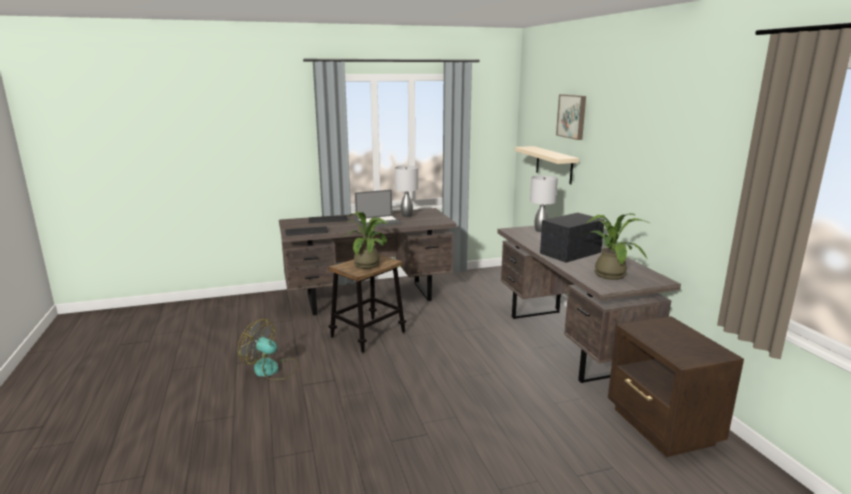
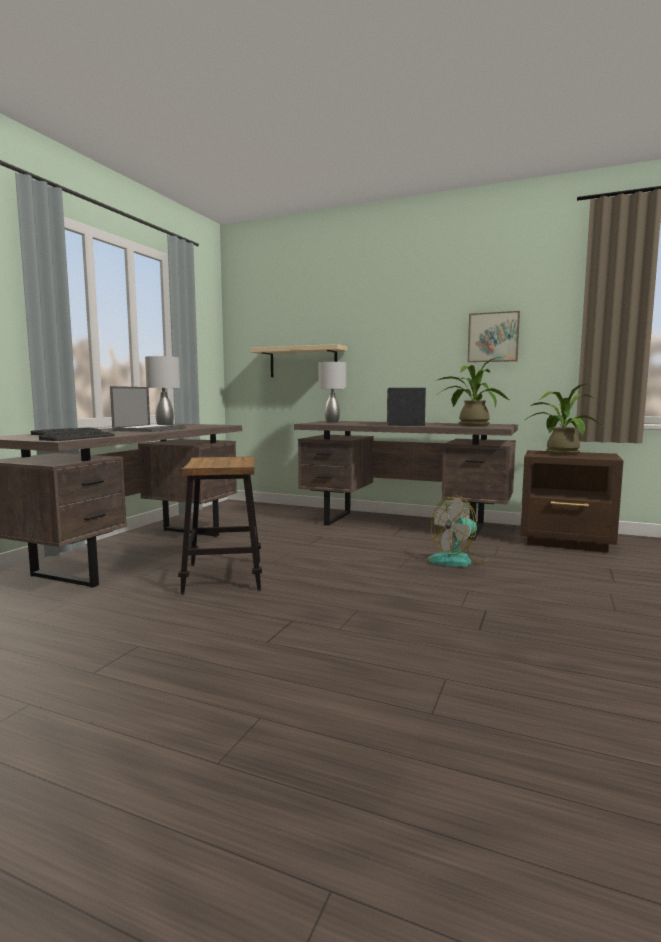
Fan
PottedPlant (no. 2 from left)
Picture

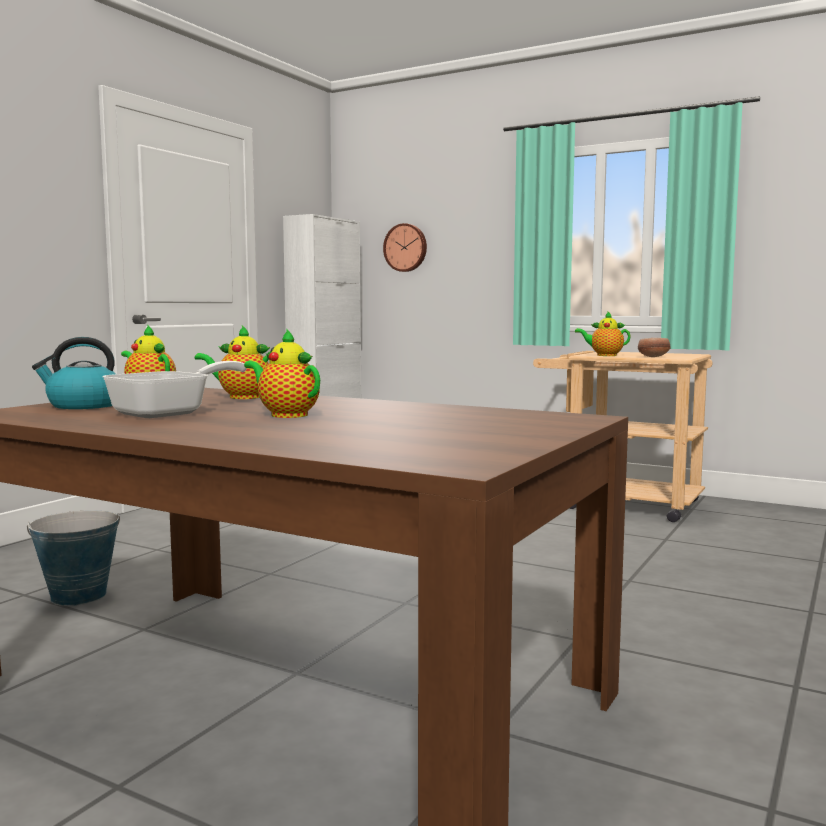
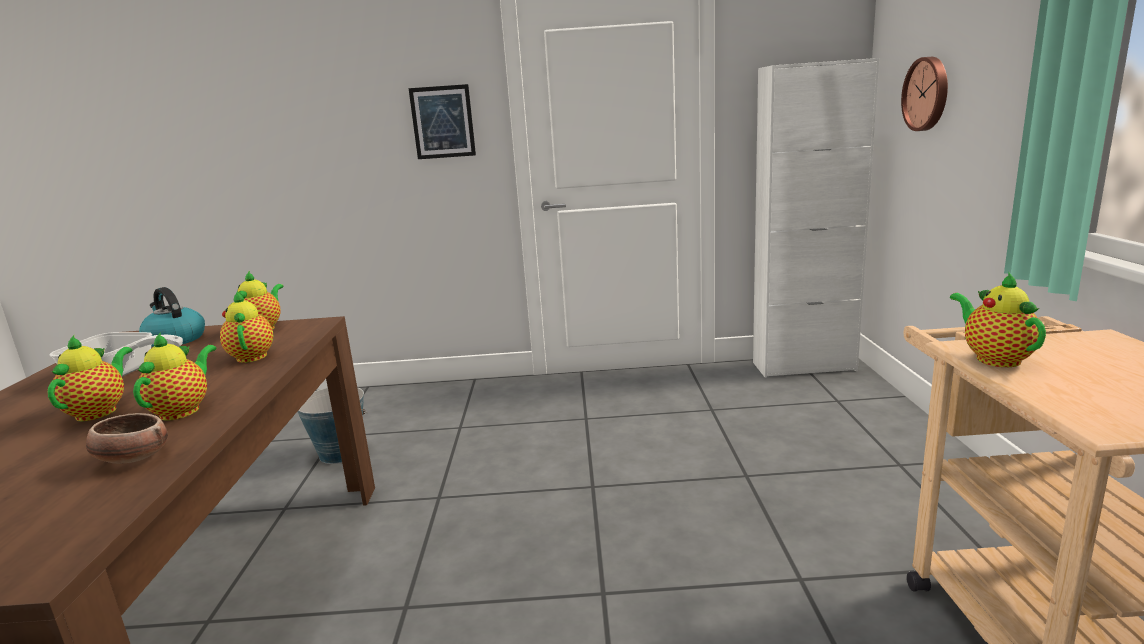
Teapot (no. 2 from left)
Picture
Bowl

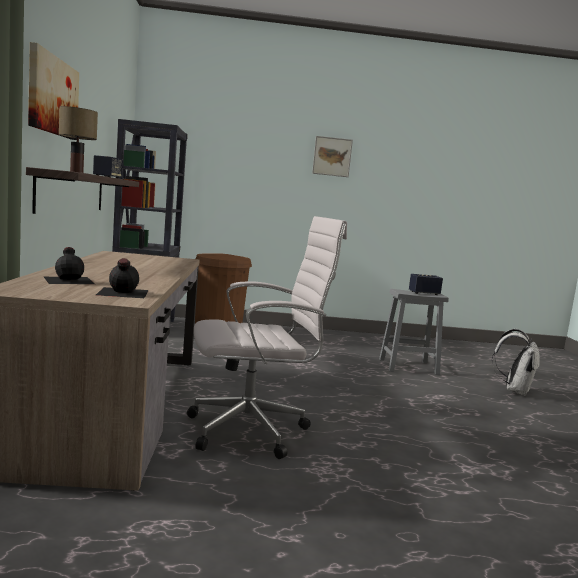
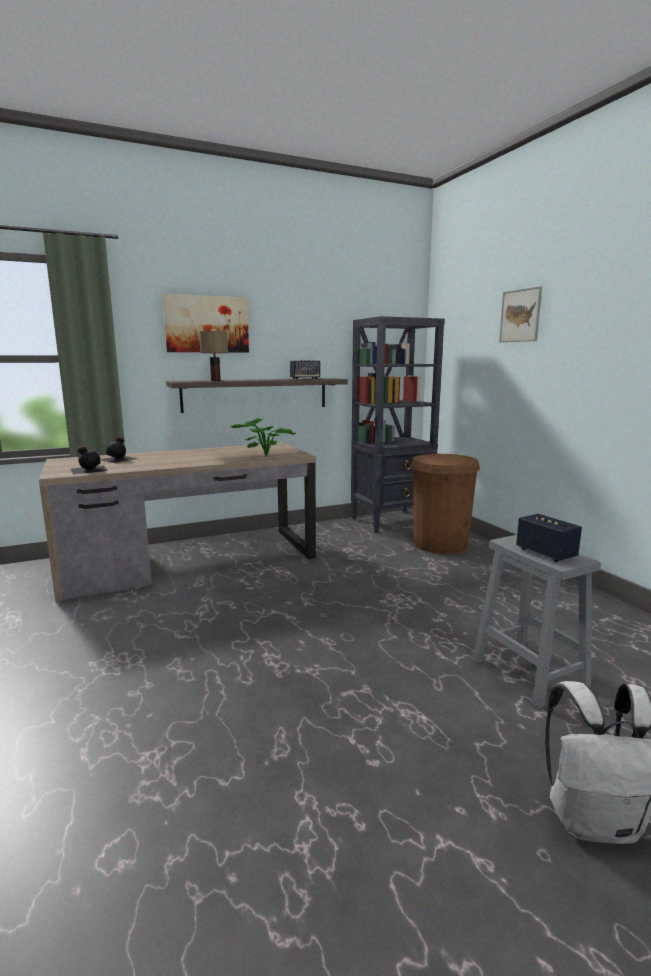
WhiteOfficeChair
PottedPlant
Picture (no. 2 from left)

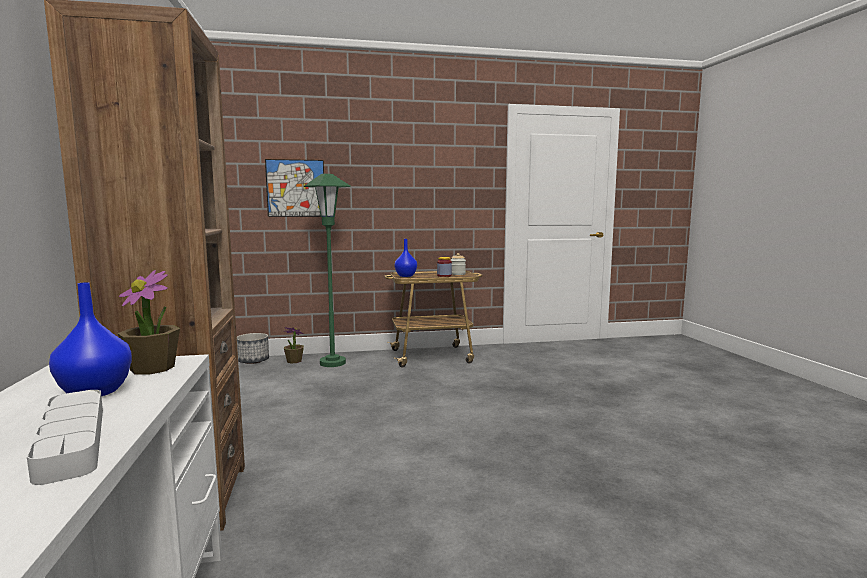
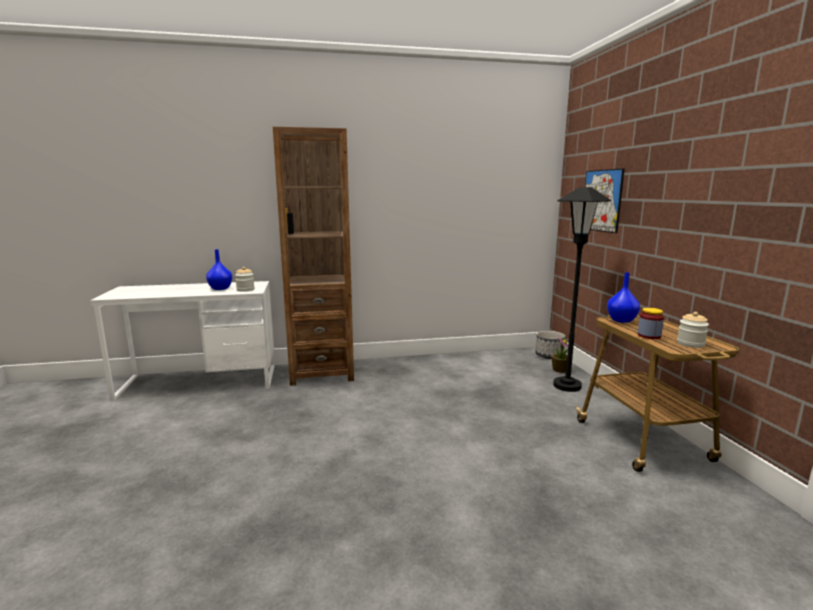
GreyTray
Jar (no. 1 from left)
BlackFloorLamp

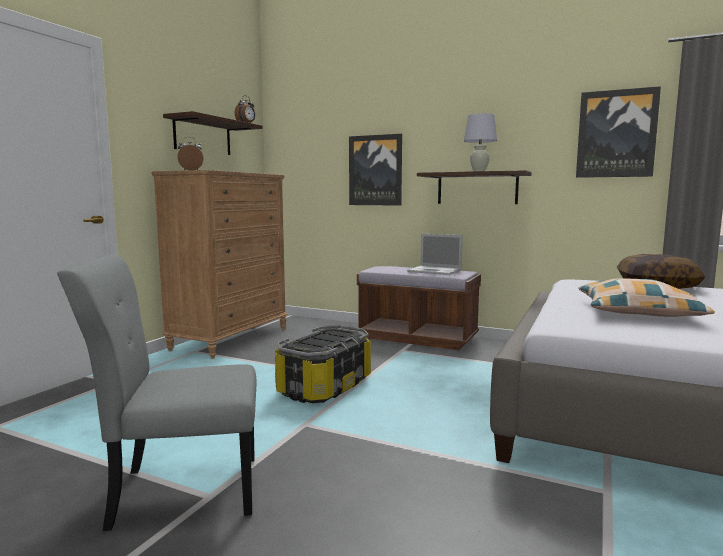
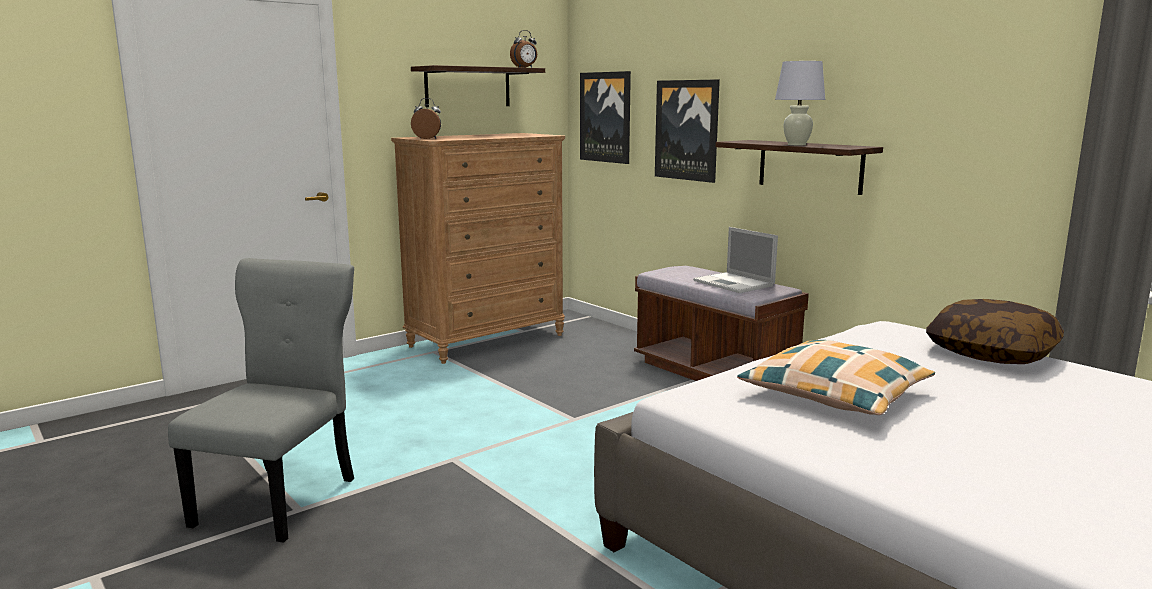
StorageBox
Picture (no. 1 from left)
GreyChair

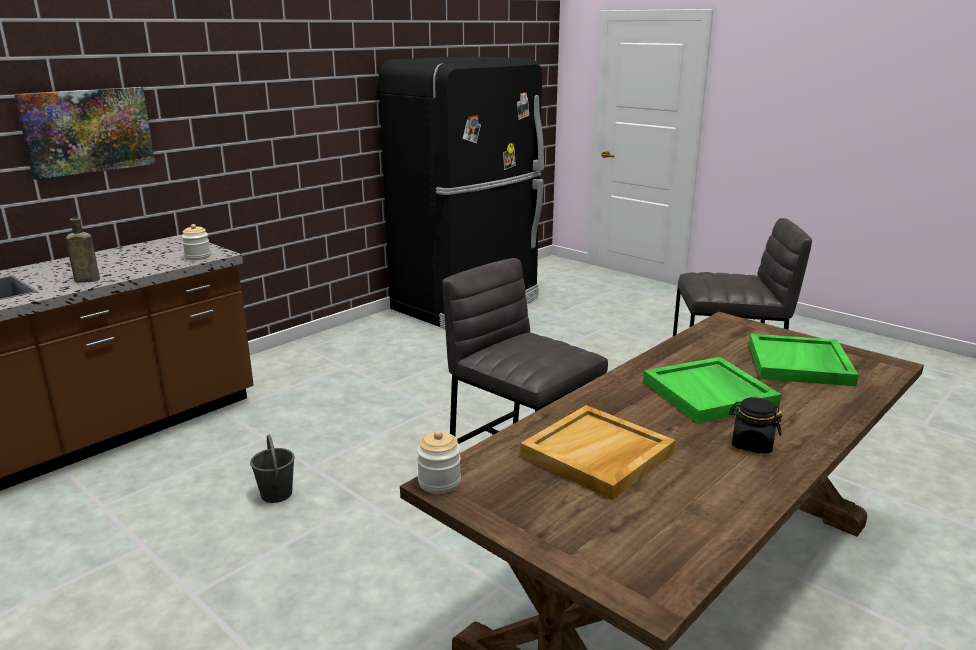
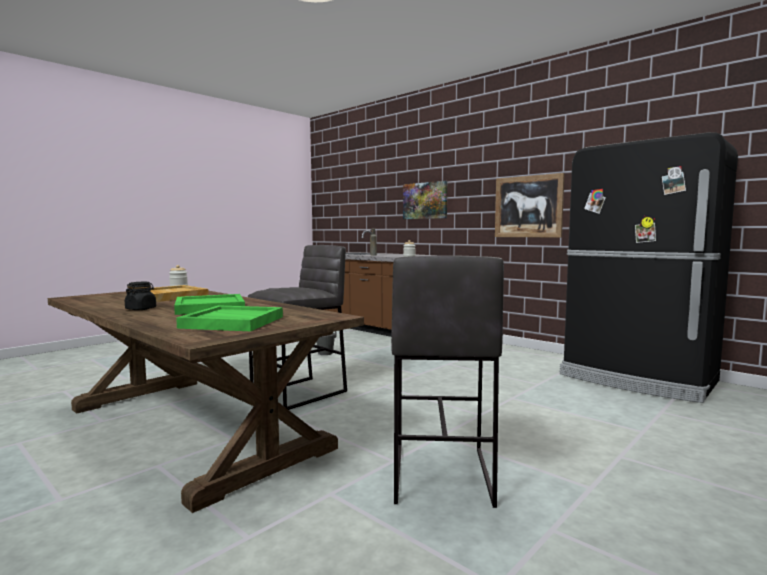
Picture (no. 2 from left)

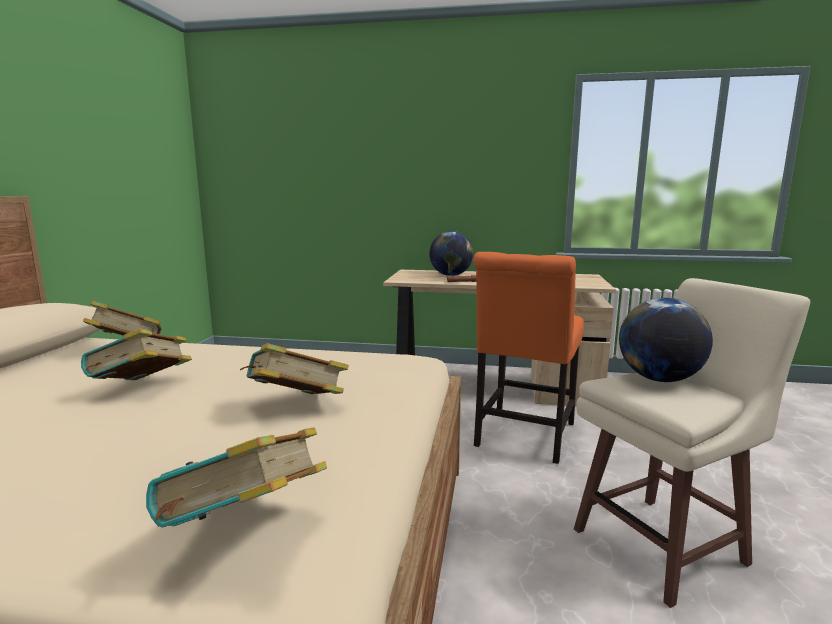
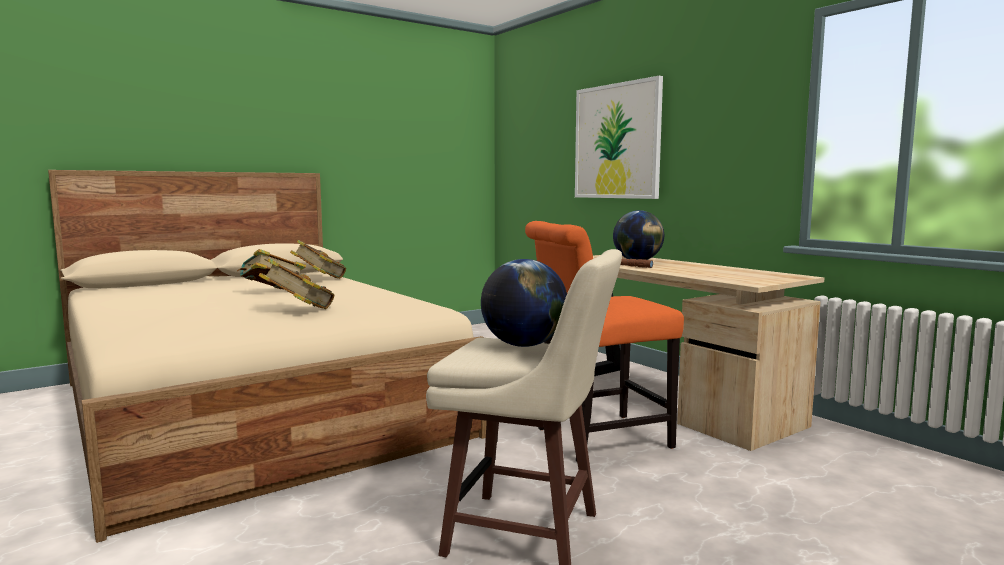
Book (no. 3 from left in the first image)
Picture

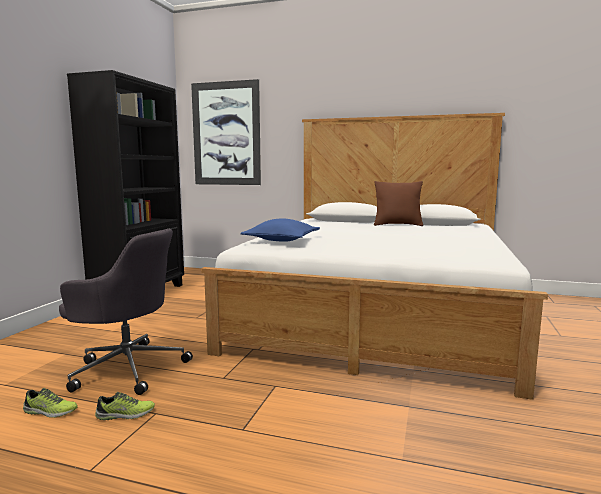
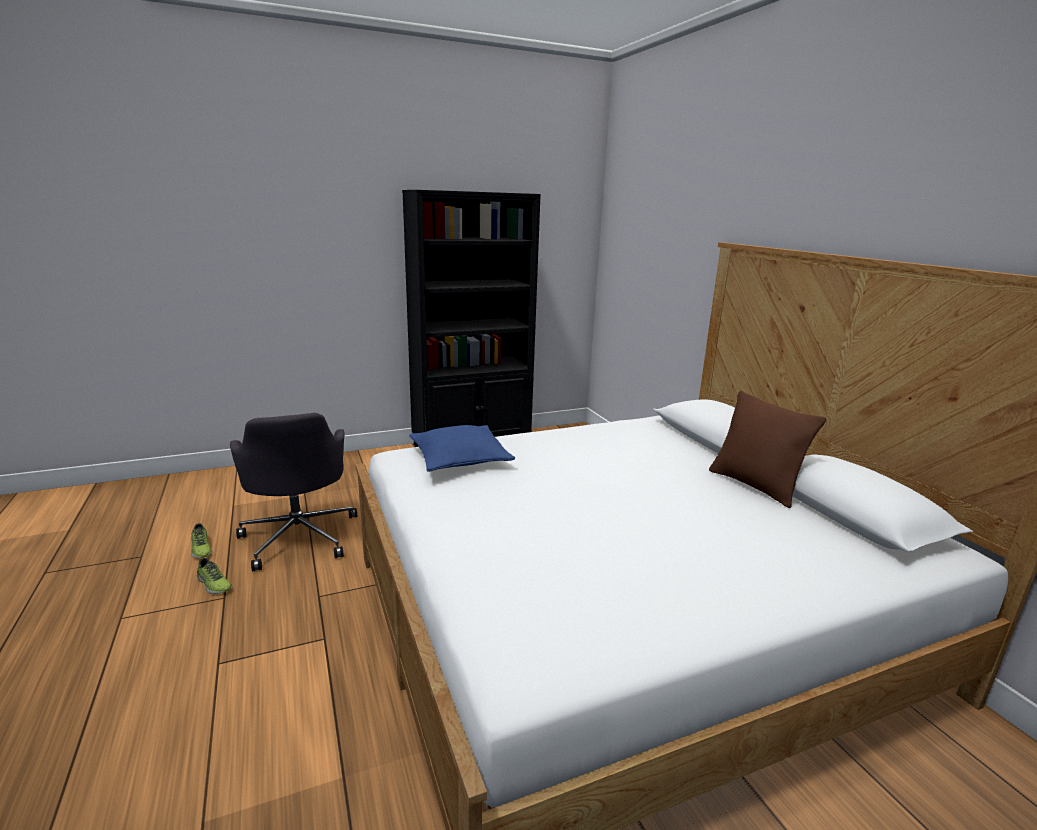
Picture

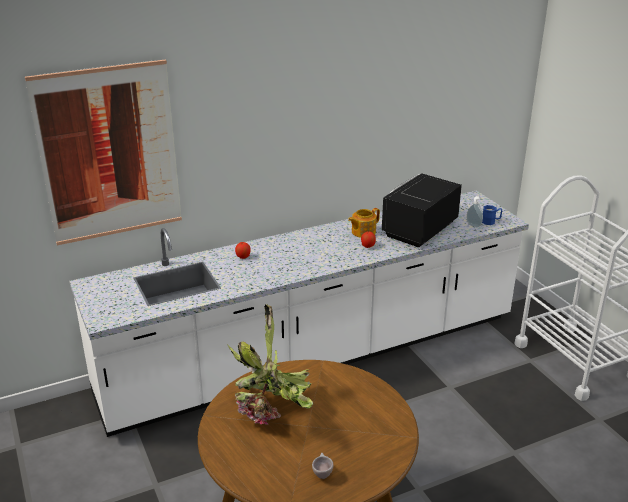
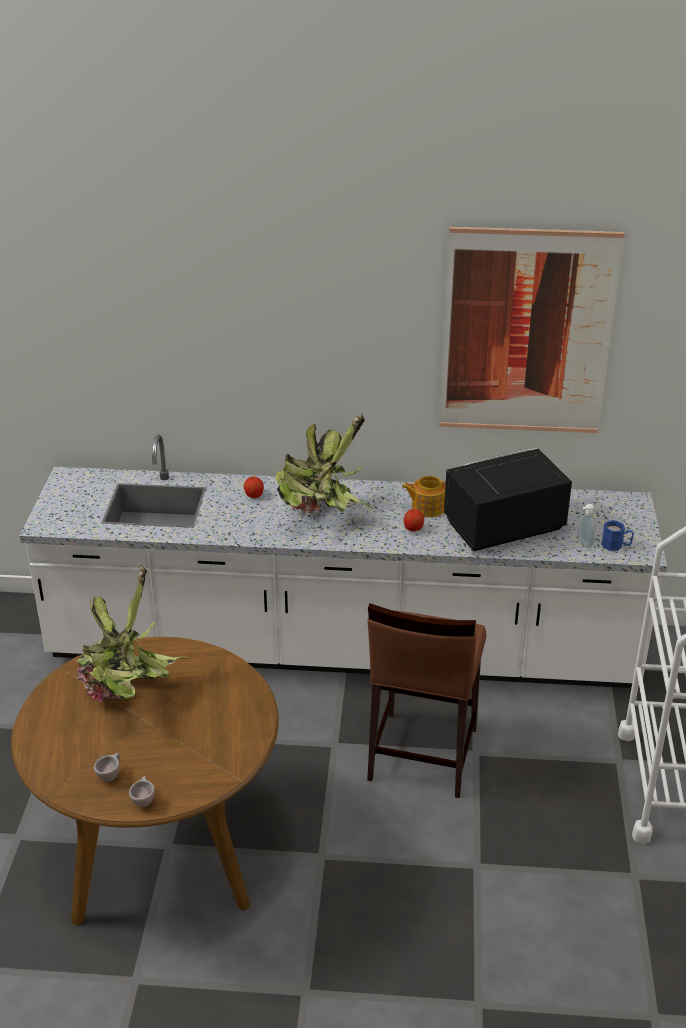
BeigeCup (no. 2 from left)
PottedPlant (no. 2 from left)
BrownStool
Picture

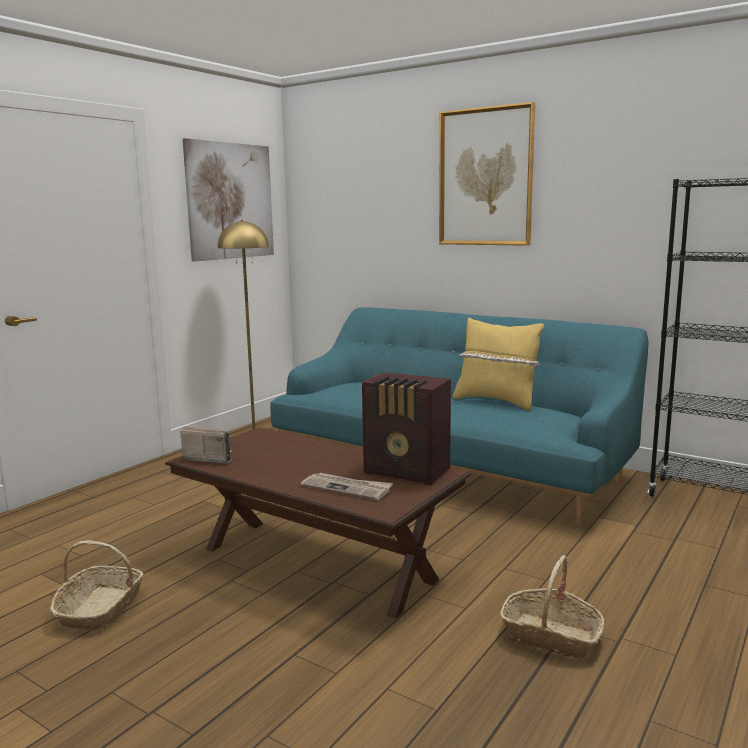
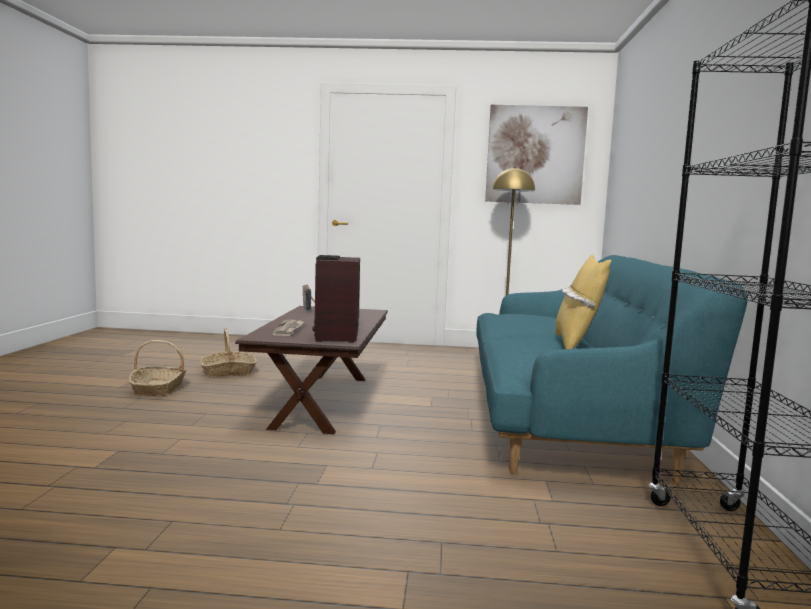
Picture (no. 2 from left in the first image)
Basket (no. 1 from left)

